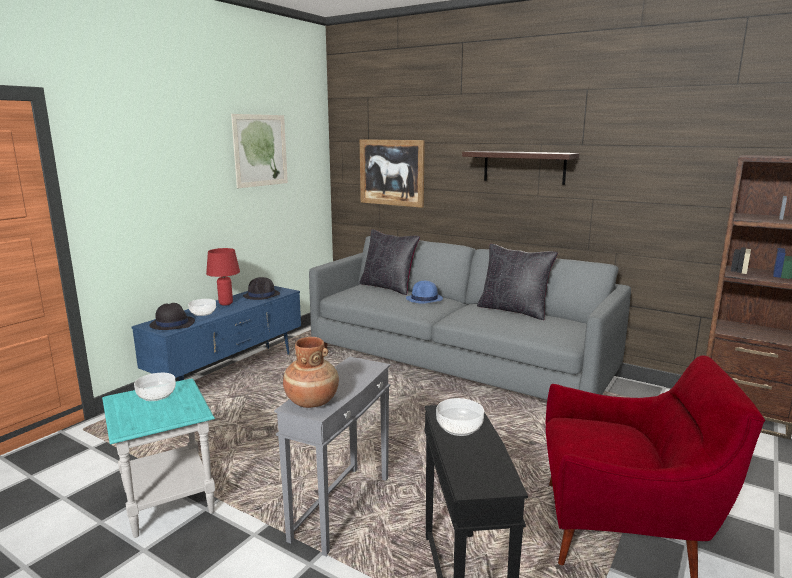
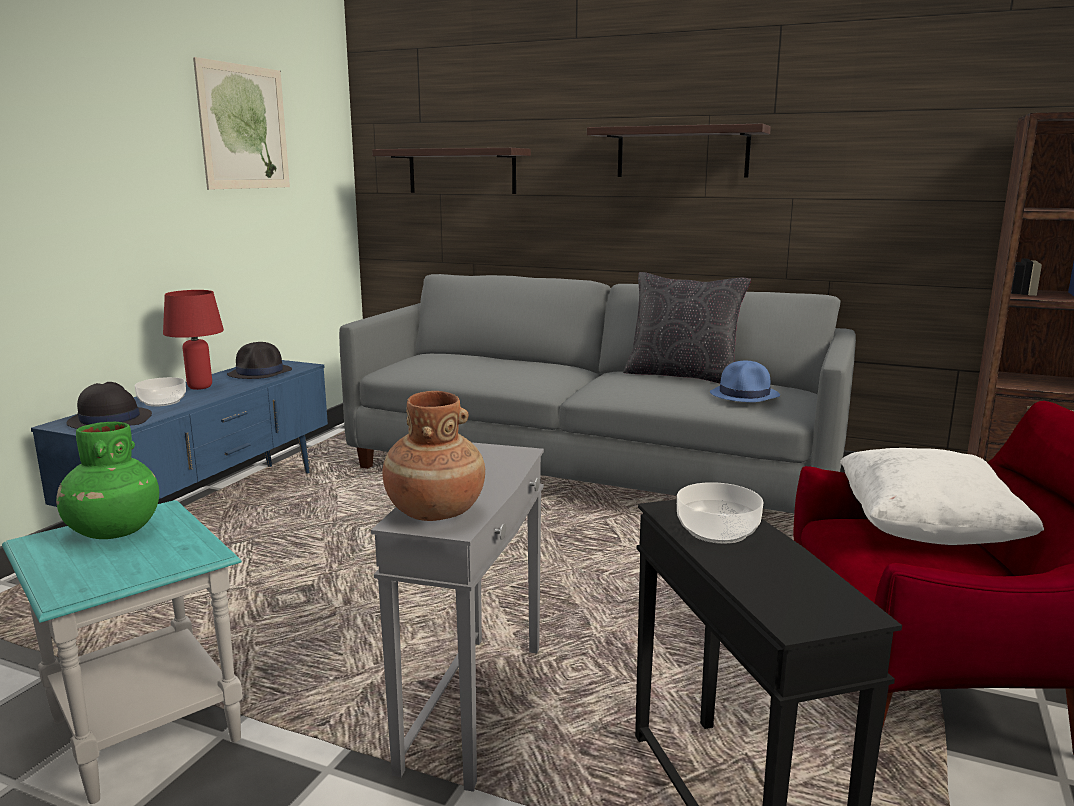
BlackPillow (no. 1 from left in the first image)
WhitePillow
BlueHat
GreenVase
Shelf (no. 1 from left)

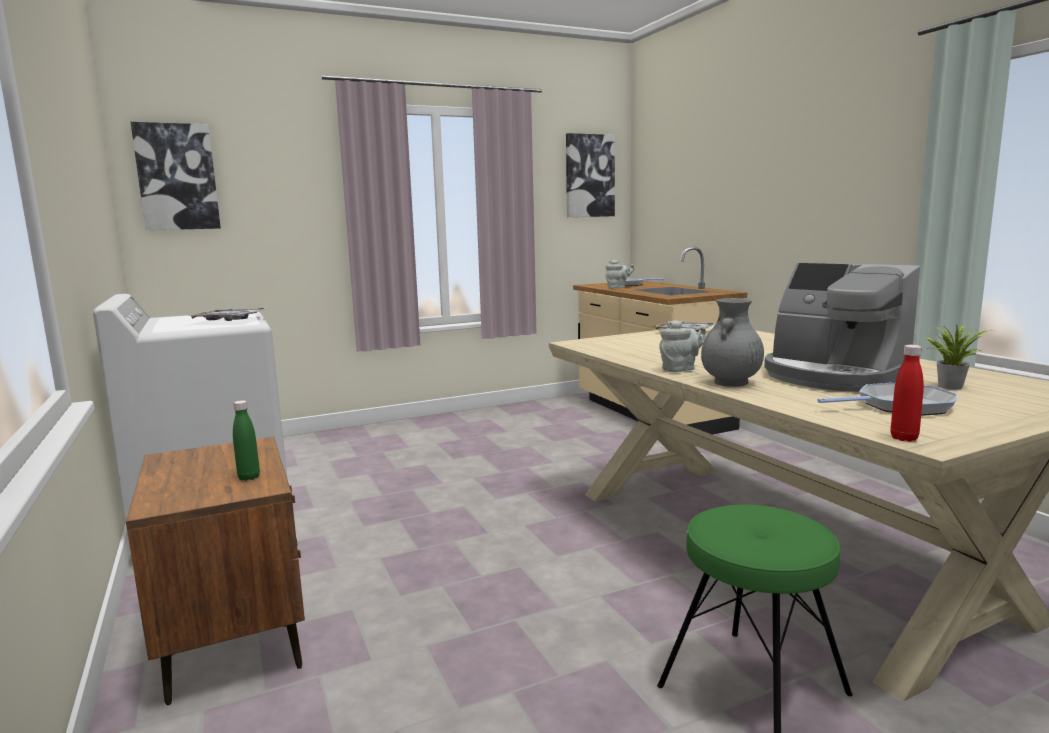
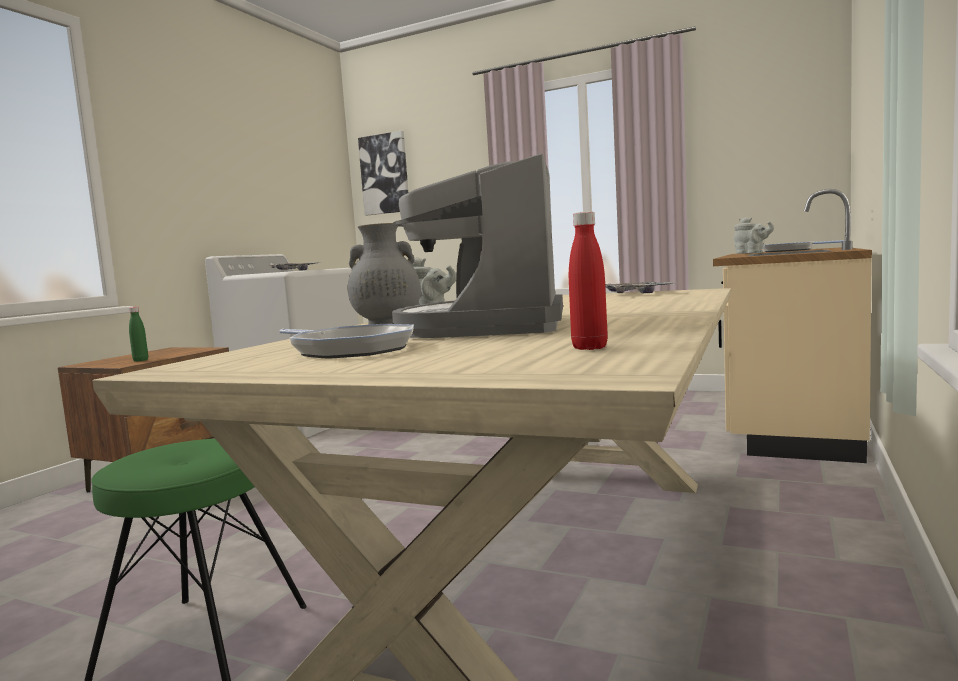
Picture (no. 2 from left in the first image)
PottedPlant
RedBottle

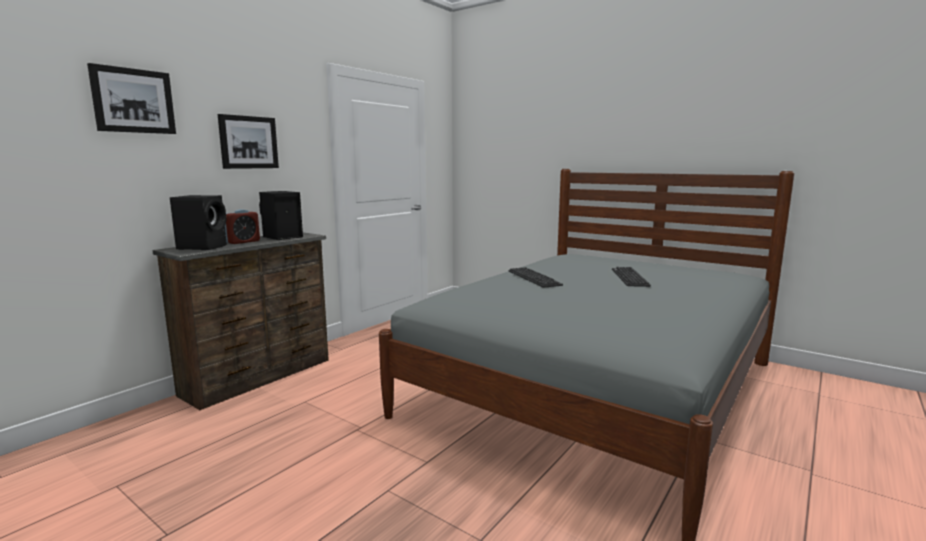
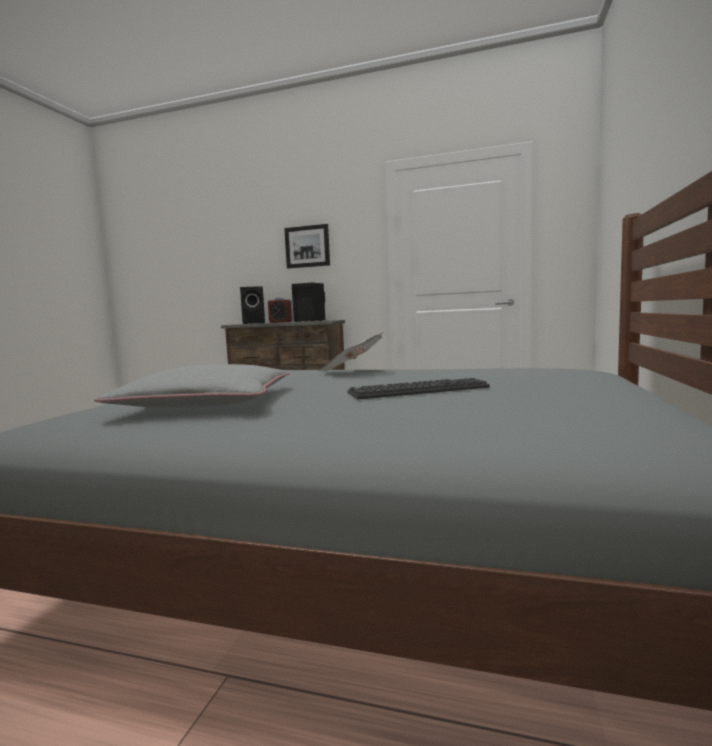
Picture (no. 1 from left in the first image)
GreyPillow
Newspaper

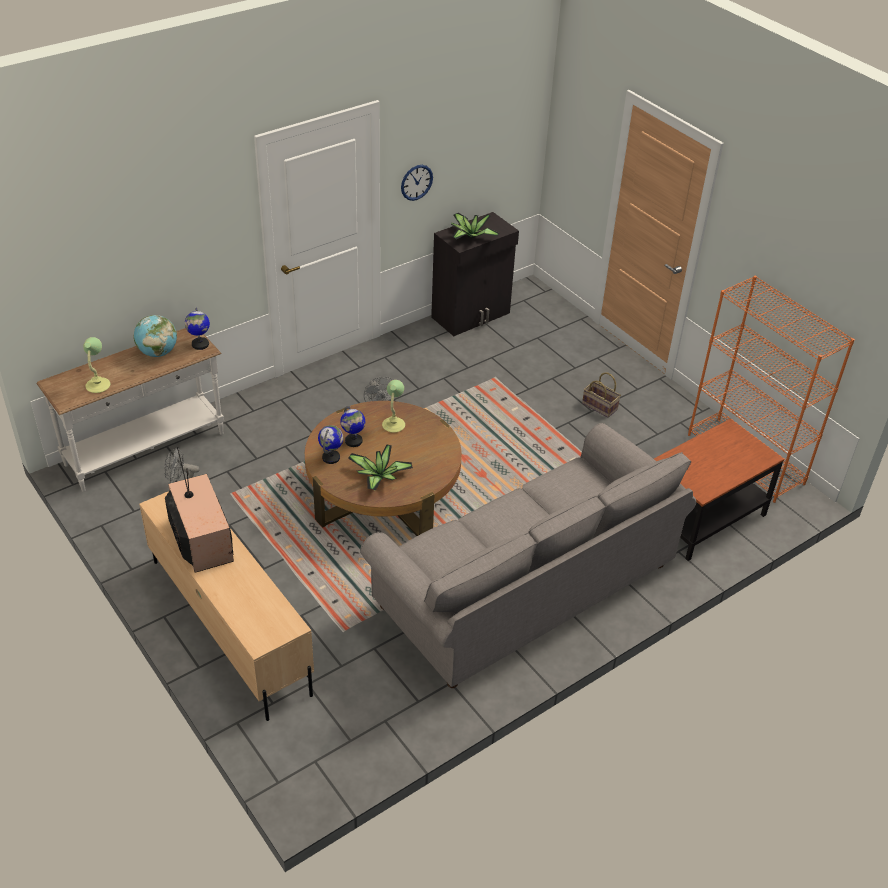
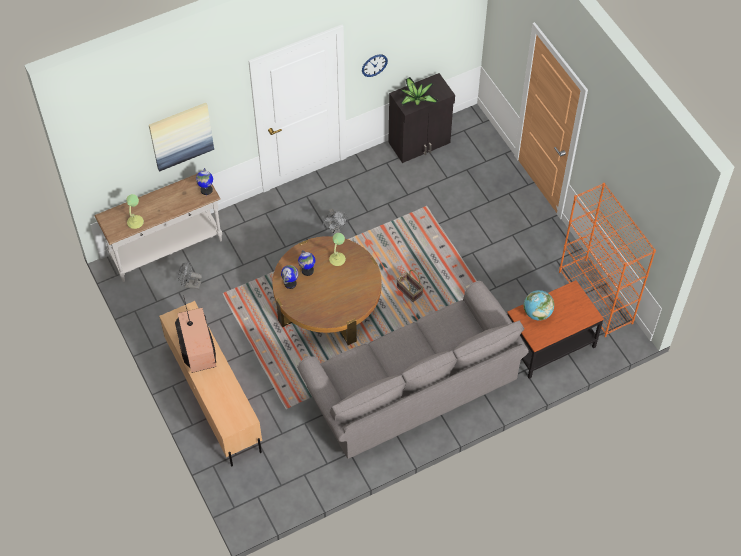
PottedPlant (no. 1 from left in the first image)
Picture
Globe (no. 4 from left)
Basket

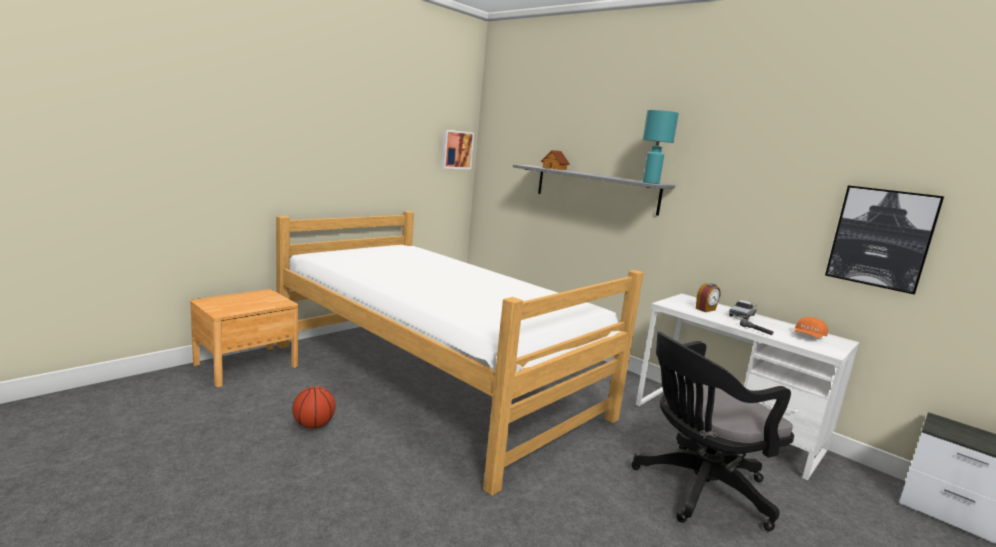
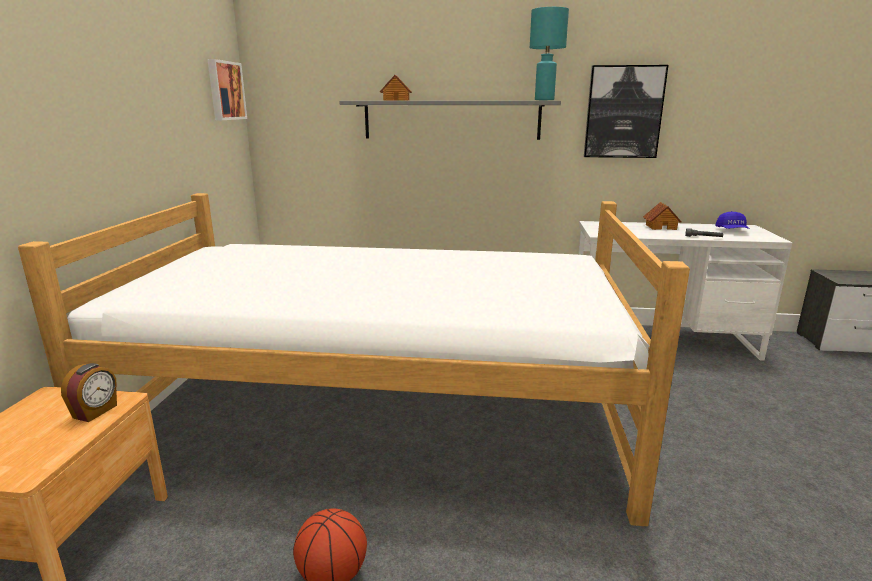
BlackOfficeChair
AlarmClock
Picture (no. 2 from left)
ToyHouse (no. 2 from left)
BlueCap

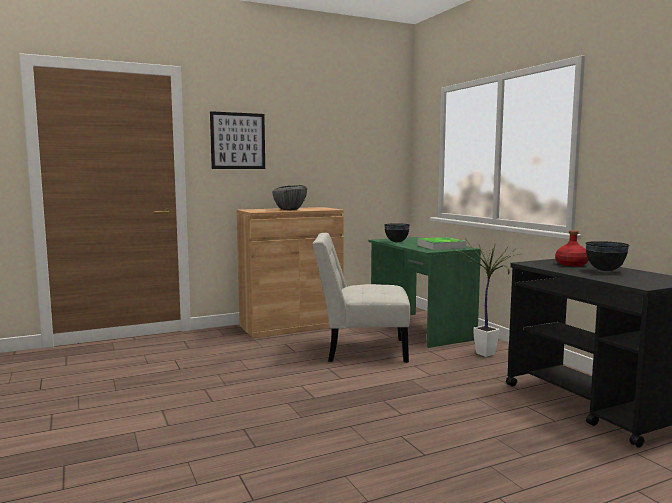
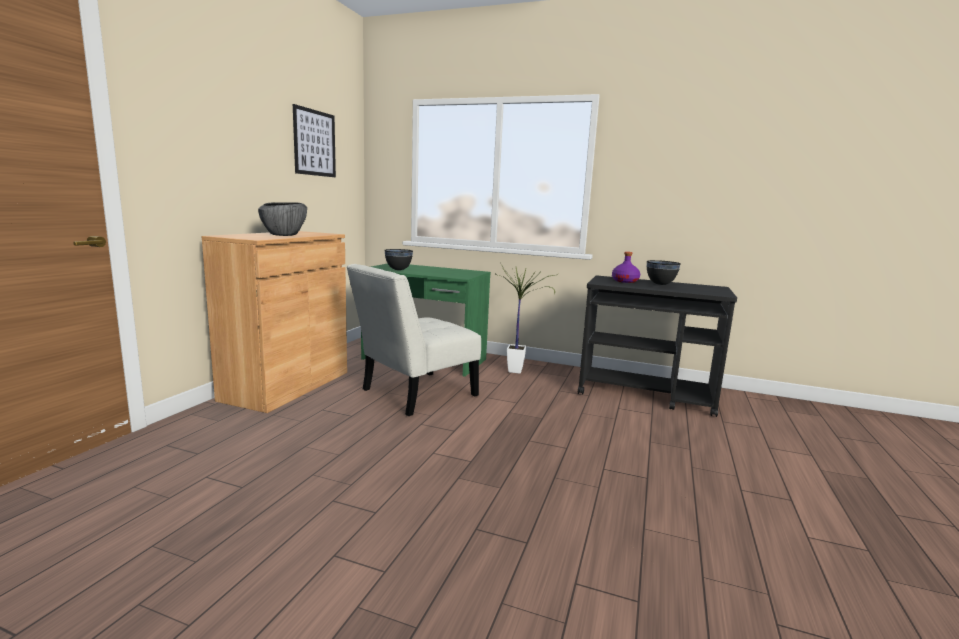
Tray
Picture
PurpleBottle

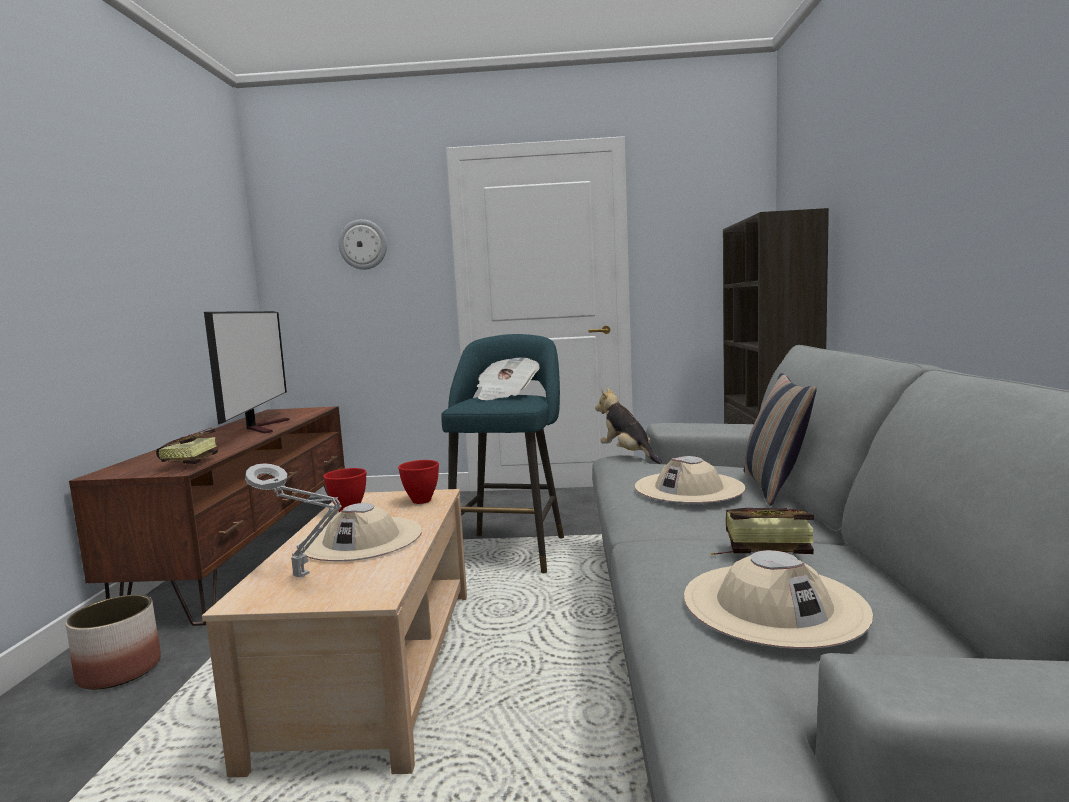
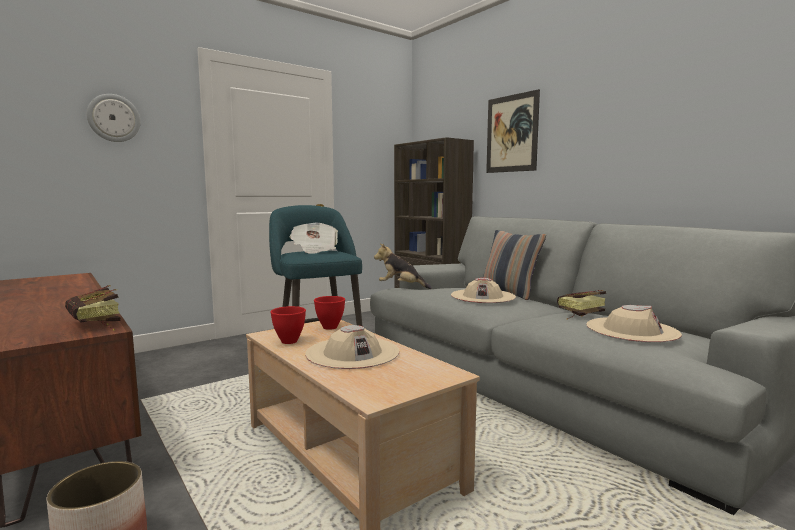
Television
GreyTableLamp
Picture

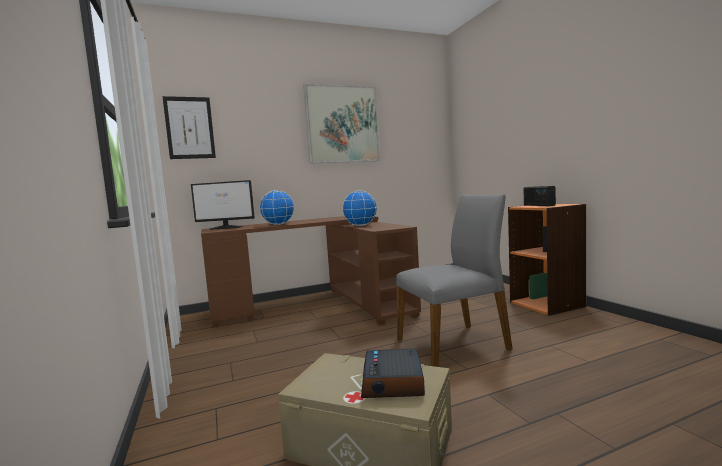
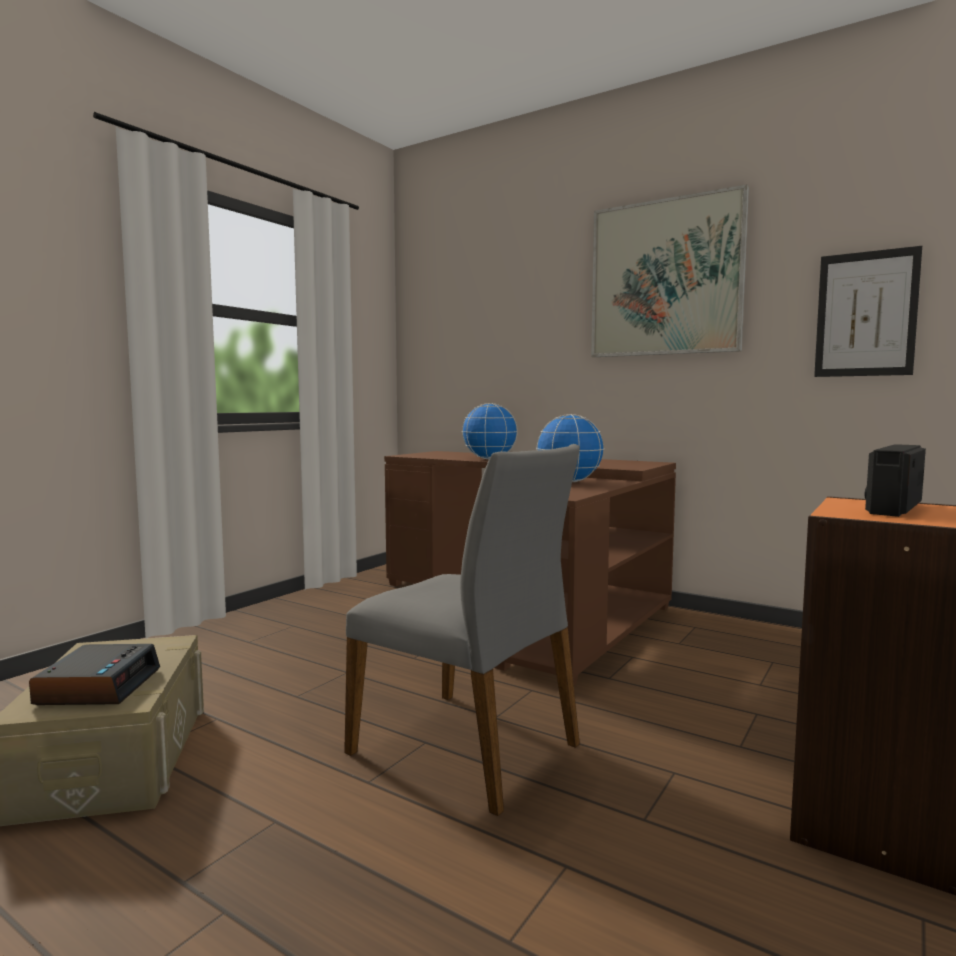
Monitor
Picture (no. 2 from left)
AlarmClock

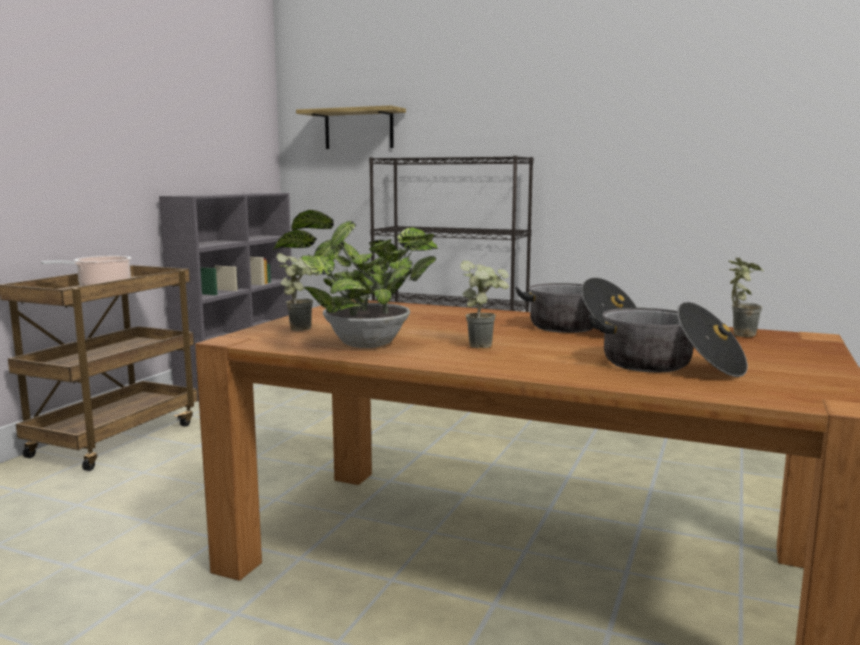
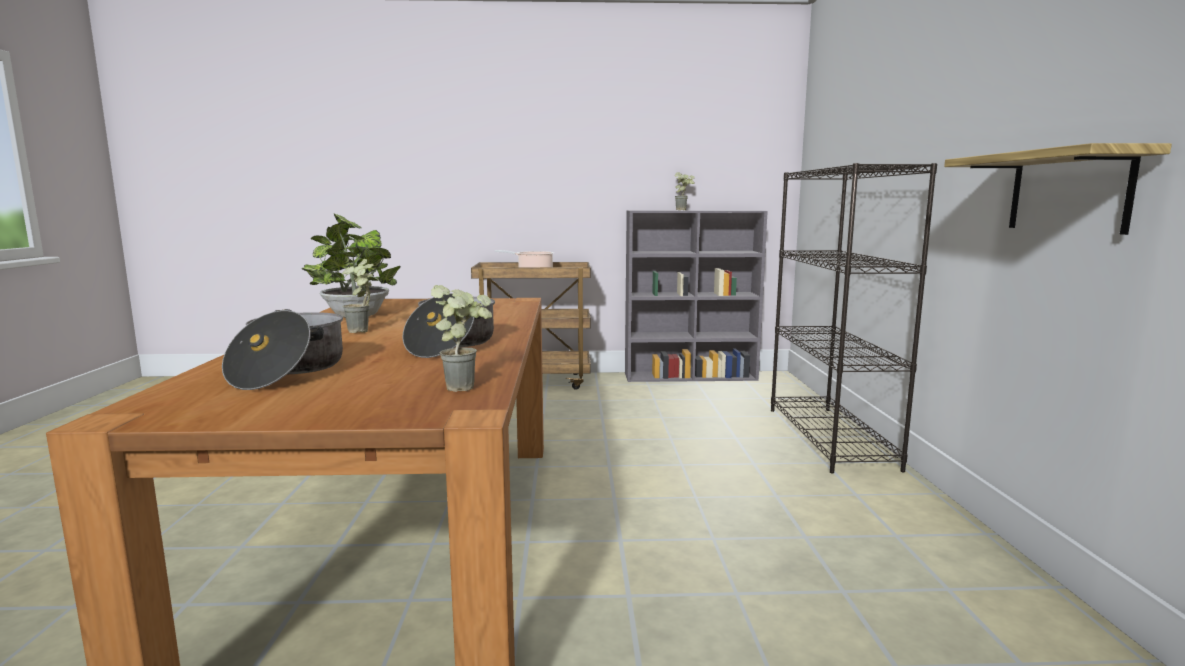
PottedPlant (no. 4 from left)
Shelf

